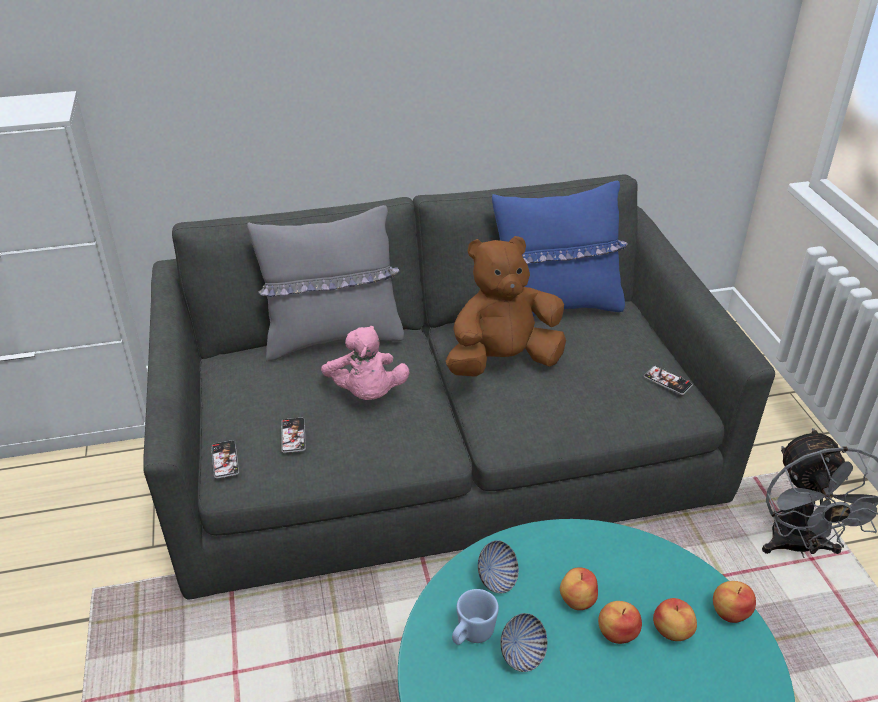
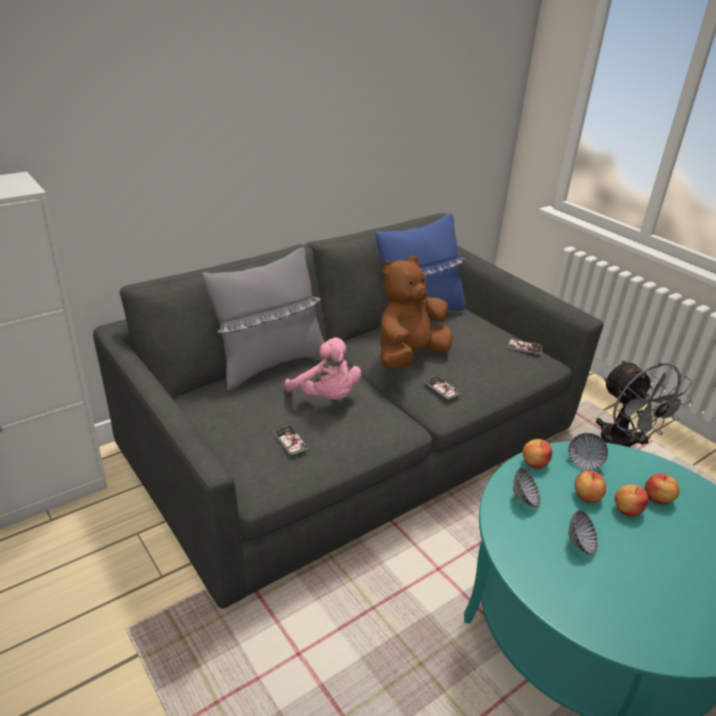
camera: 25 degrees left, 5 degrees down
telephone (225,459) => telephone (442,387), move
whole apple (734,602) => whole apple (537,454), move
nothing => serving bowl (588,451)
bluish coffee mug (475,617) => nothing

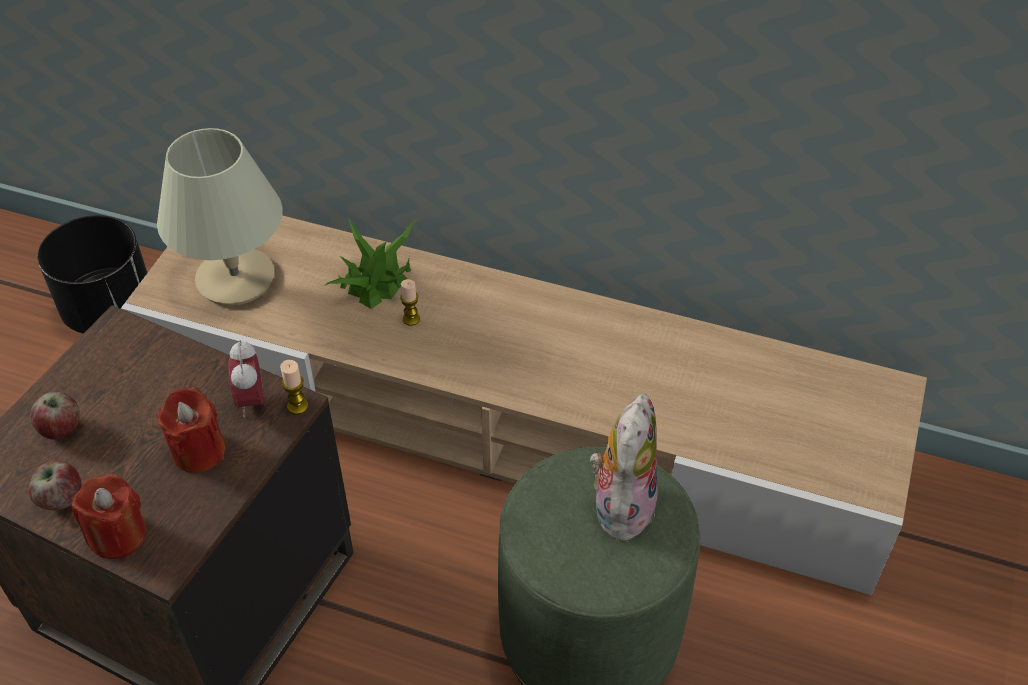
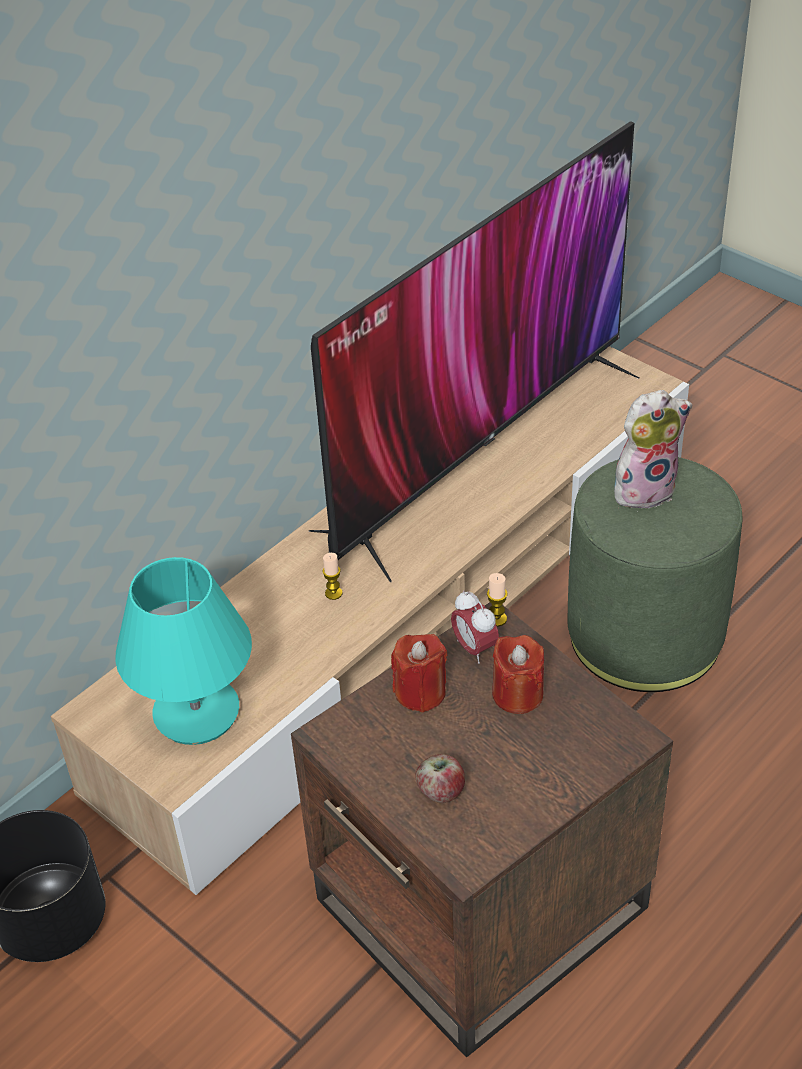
camera: 65 degrees left, 5 degrees down
sand-coloured lamp for a table (220,217) => turquoise lamp for a table (183,651)
nothing => television (474,351)
red candle (109,516) => red candle (419,673), move
alarm clock (245,378) => alarm clock (475,627), 45 degrees clockwise
plush toy (624,468) => plush toy (653,451), 120 degrees clockwise
whole apple (54,485) => nothing
potted plant (371,263) => nothing

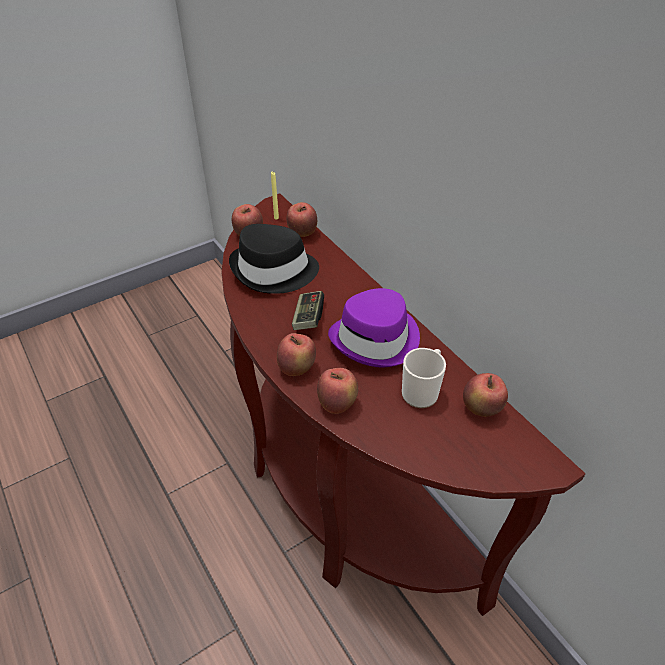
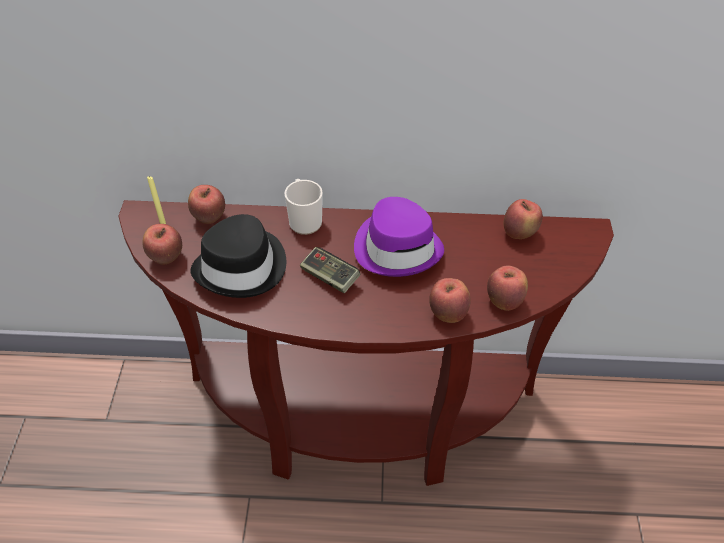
camera: 55 degrees left, 5 degrees up
coffee mug (424,378) => coffee mug (303,207), move
whole apple (296,354) => whole apple (507,288), move

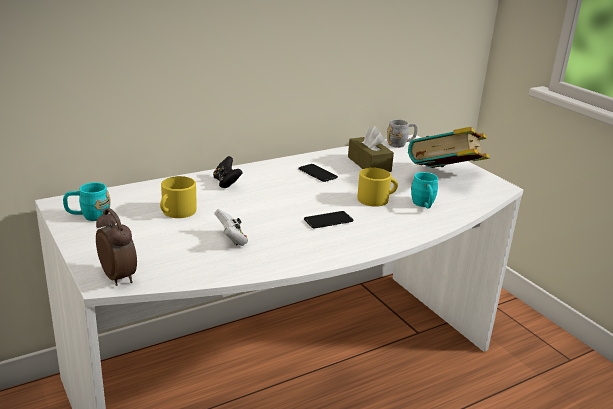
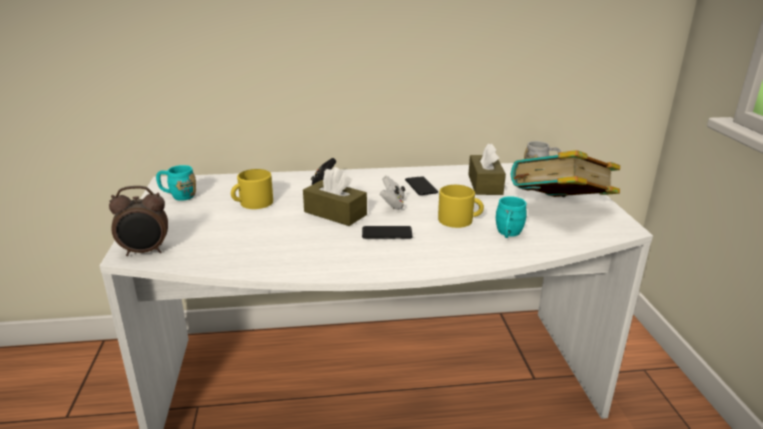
camera: 25 degrees right, 0 degrees up
alarm clock (116,247) => alarm clock (138,221), 90 degrees clockwise
nothing => brown-coloured box of tissues (335,196)
white game controller (231,227) => white game controller (392,193), move

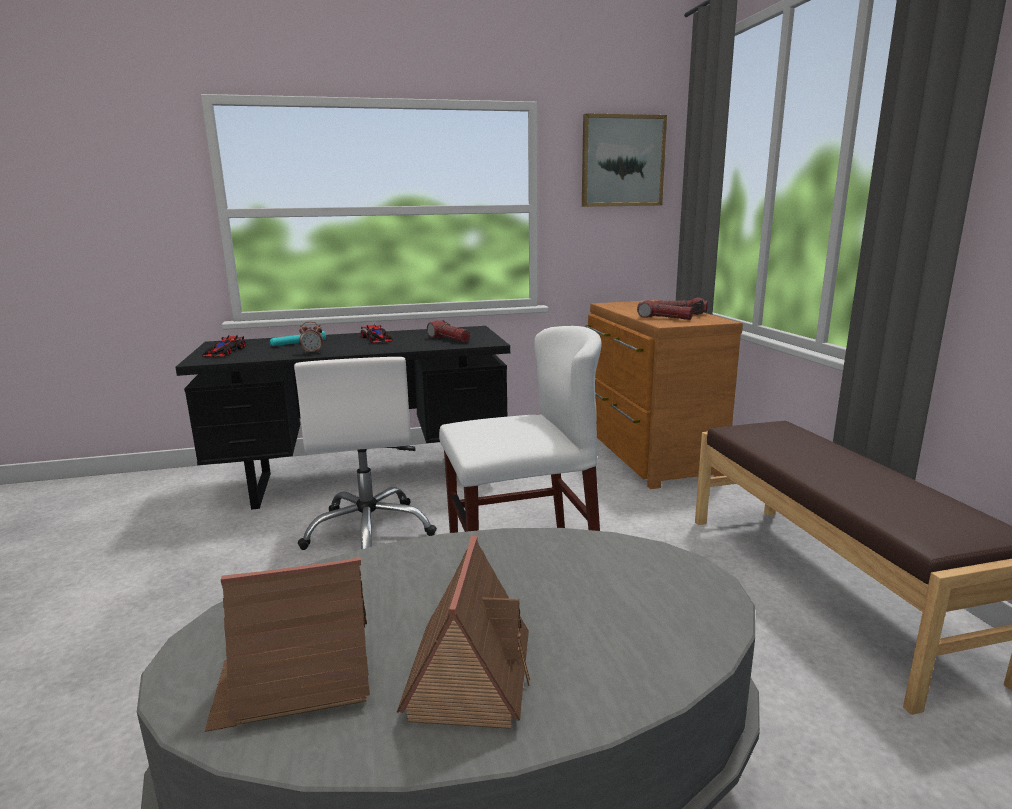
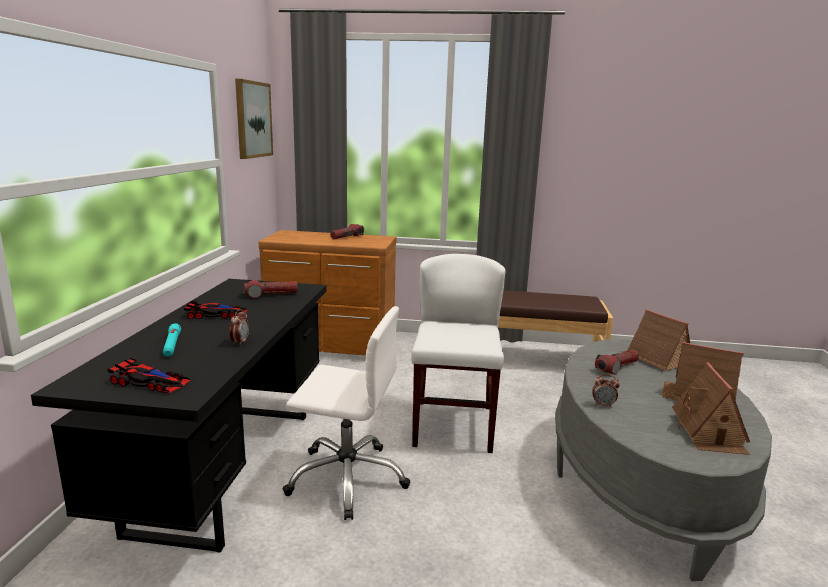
camera: 70 degrees left, 0 degrees up
nothing => alarm clock (606,391)
flashlight (665,310) => flashlight (617,362), move
nothing => toy house (656,340)

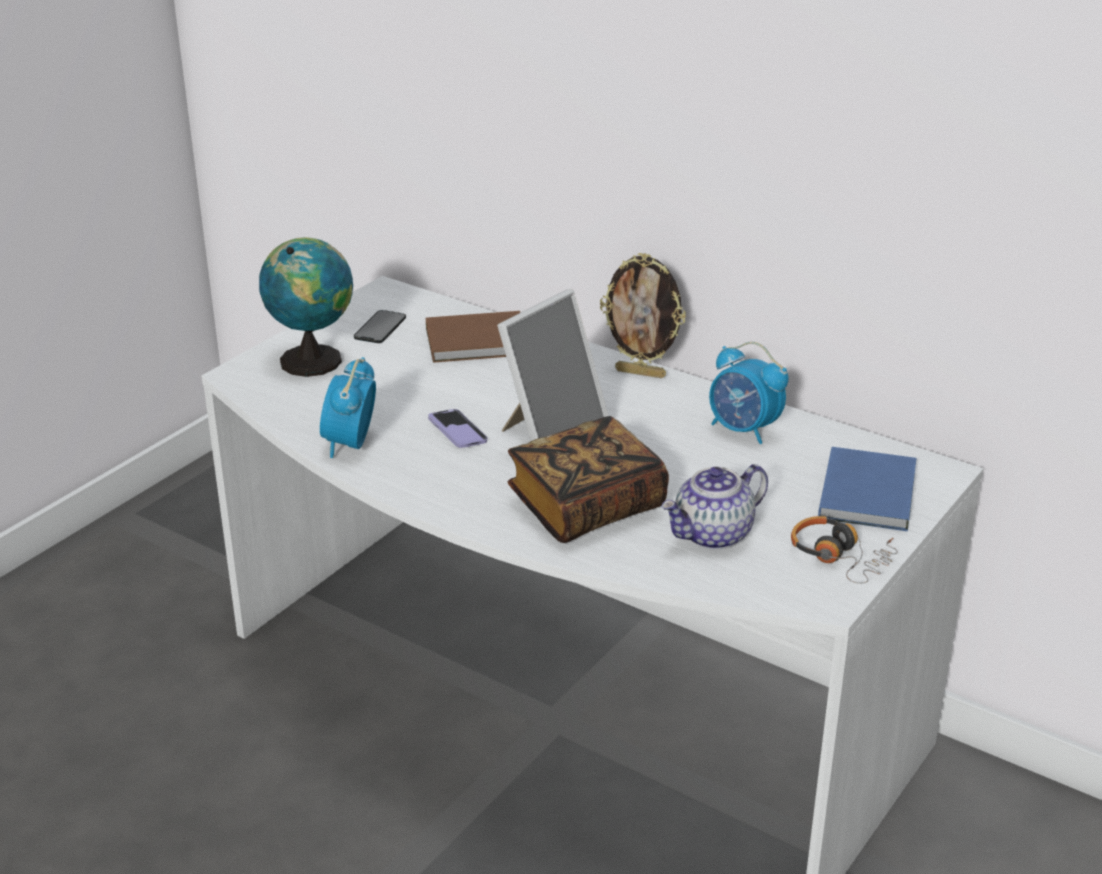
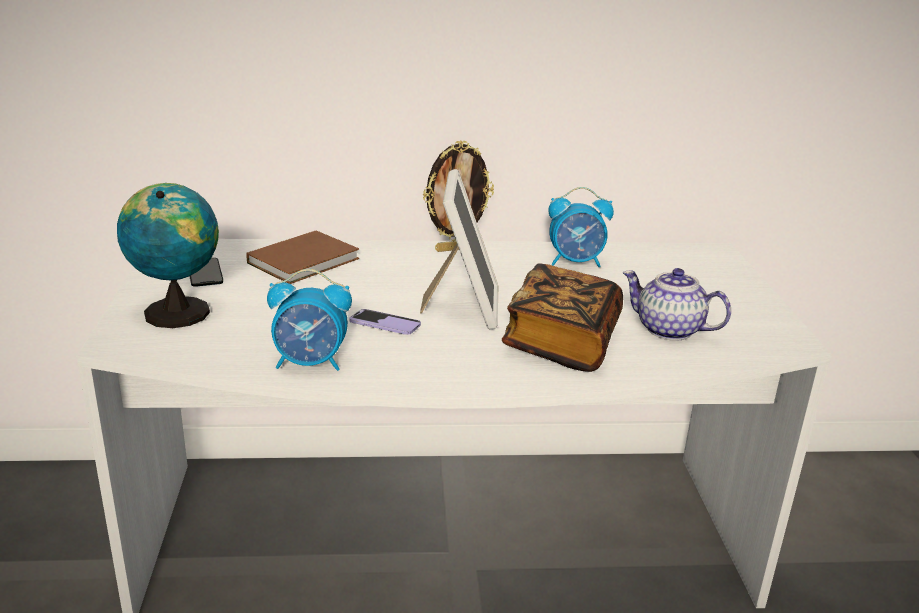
camera: 40 degrees left, 5 degrees down
alarm clock (348,407) => alarm clock (309,320), 60 degrees counterclockwise
tea pot (714,507) => tea pot (676,304), 105 degrees clockwise
headset (844,550) => nothing
bluish bound book (867,489) => nothing

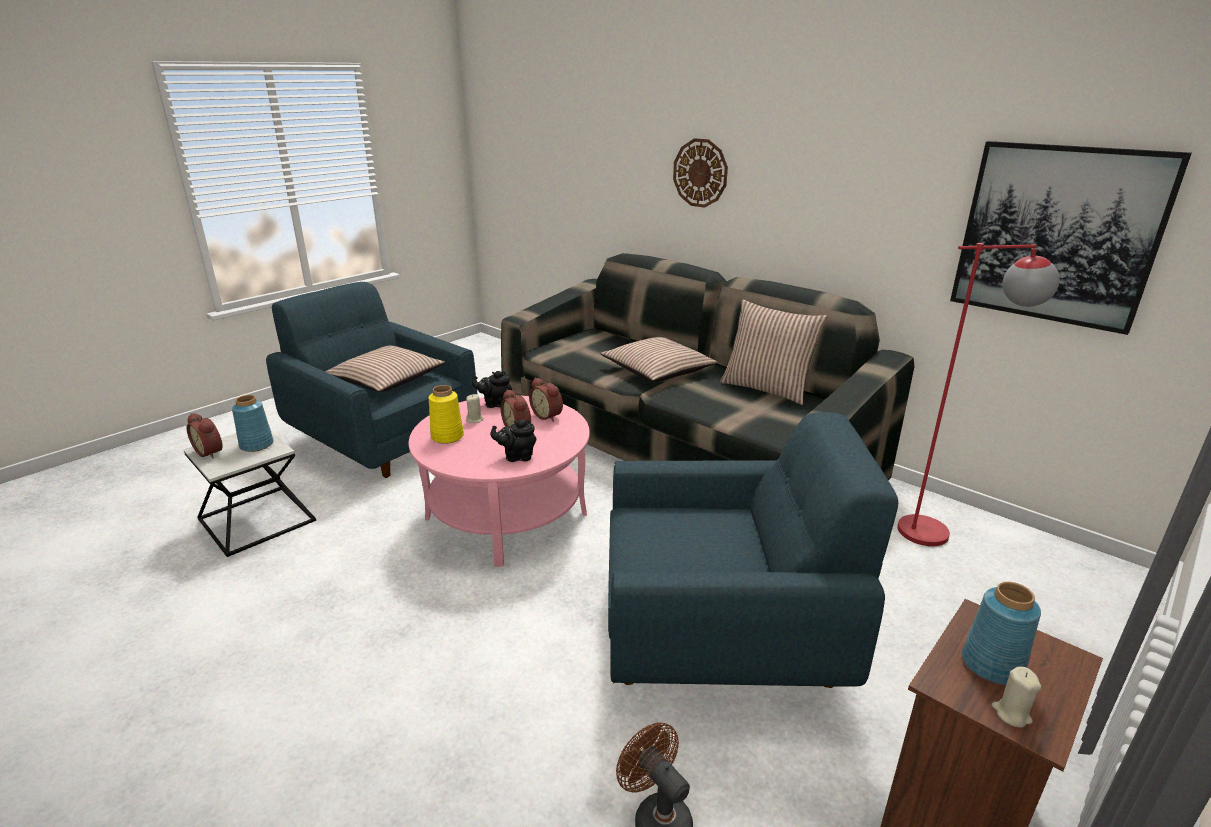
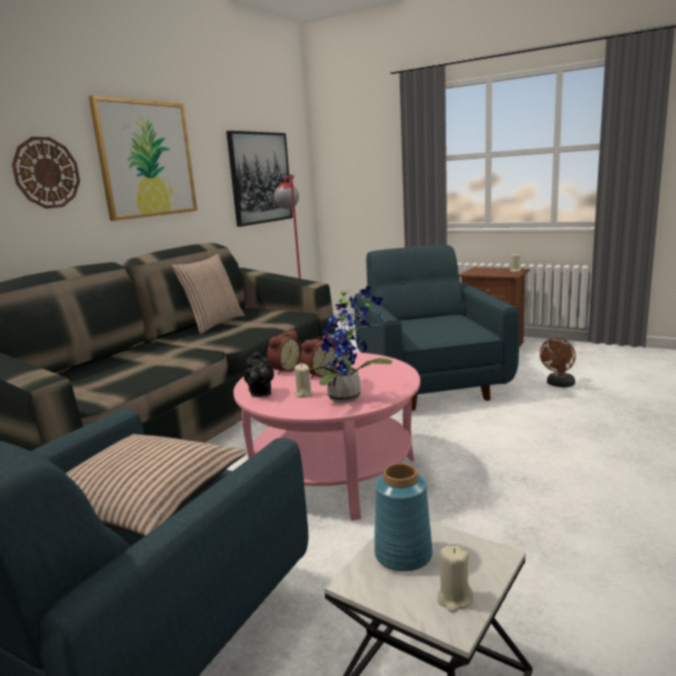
camera: 100 degrees left, 10 degrees down
nothing => wall art (143,158)
yellow-coloured decorative vase (446,414) => potted plant (349,344)
alarm clock (204,435) => sand-coloured candle (455,579)
black tea pot (513,440) => nothing
cushion (659,359) => nothing
bluish decorative vase (1001,633) => nothing

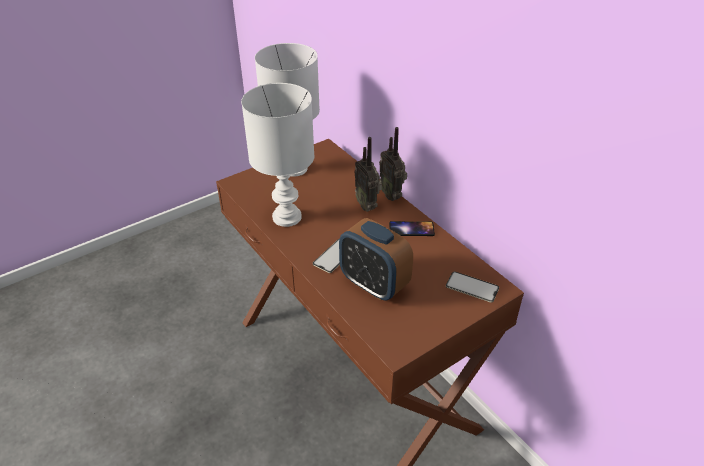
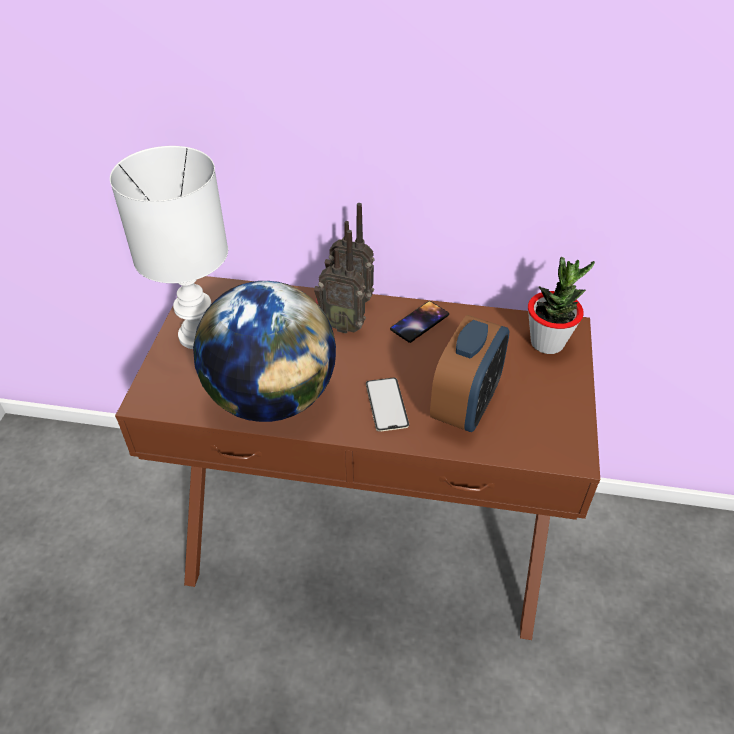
camera: 45 degrees left, 5 degrees up
white lamp for a table (277,155) => desk globe (264,351)
alarm clock (376,259) => alarm clock (469,373), 60 degrees counterclockwise
telephone (472,286) => potted plant (561,305)

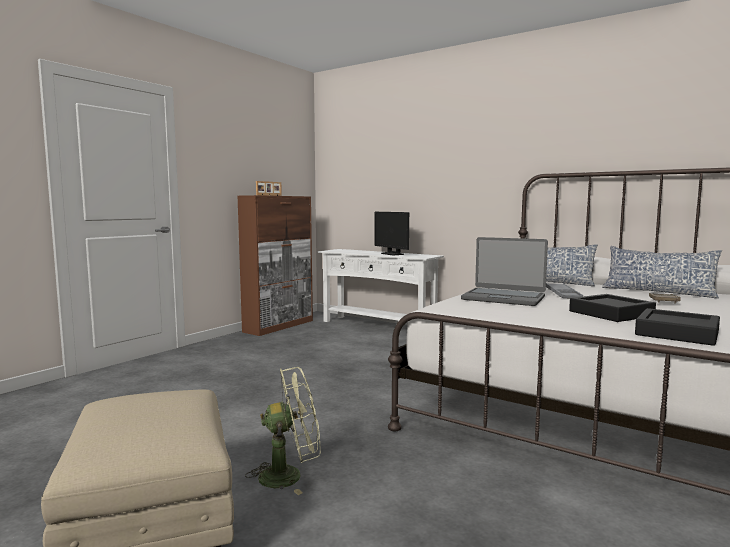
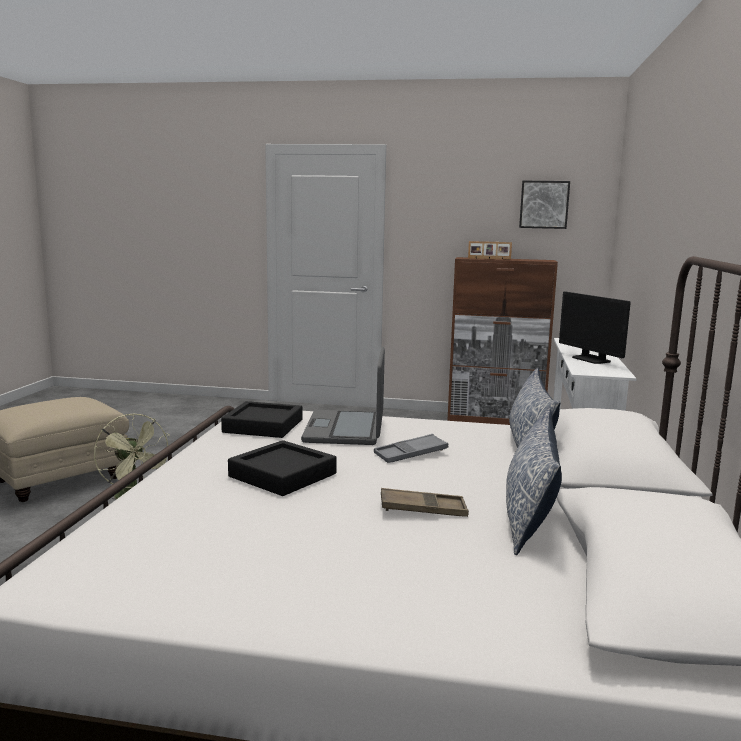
camera: 65 degrees right, 5 degrees up
black carrying tray (677,327) => black carrying tray (261,419), move
nothing => wall art (544,205)
monitor (391,233) => monitor (595,328), 60 degrees counterclockwise

